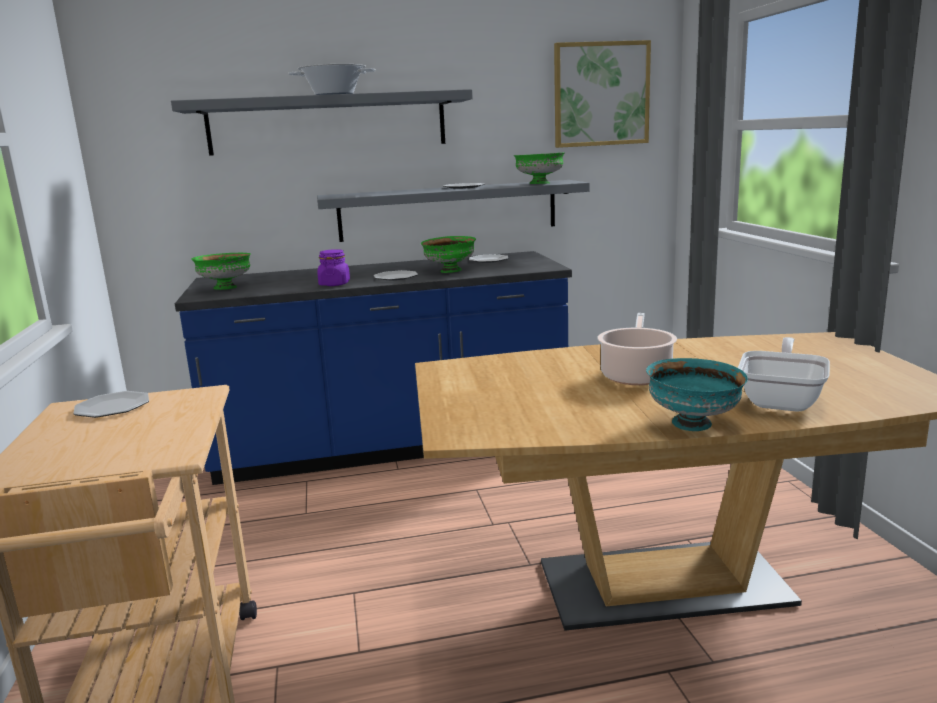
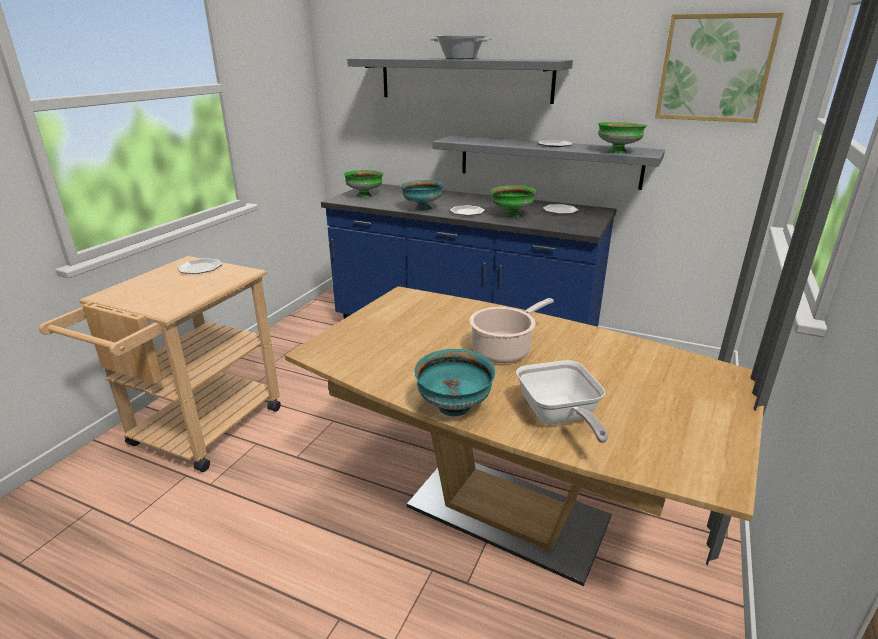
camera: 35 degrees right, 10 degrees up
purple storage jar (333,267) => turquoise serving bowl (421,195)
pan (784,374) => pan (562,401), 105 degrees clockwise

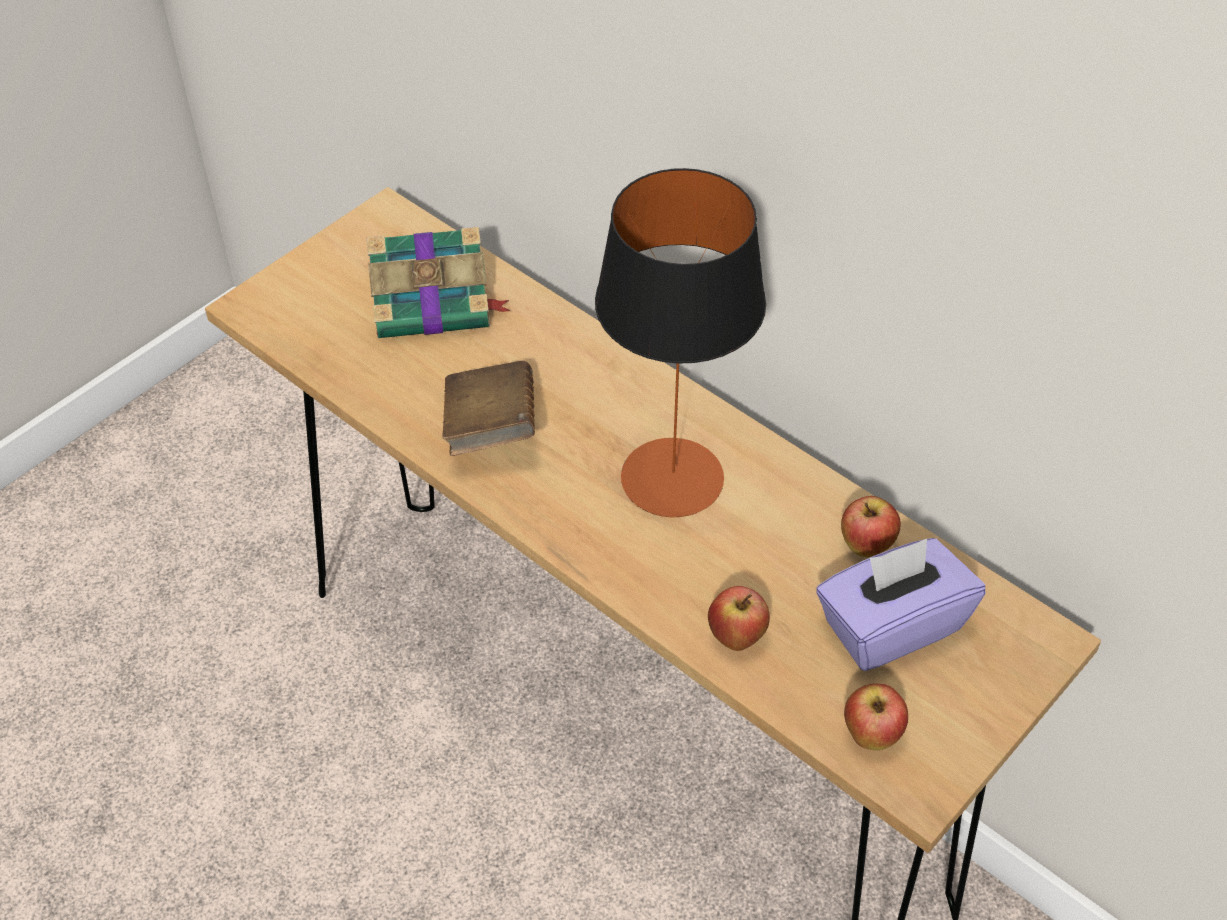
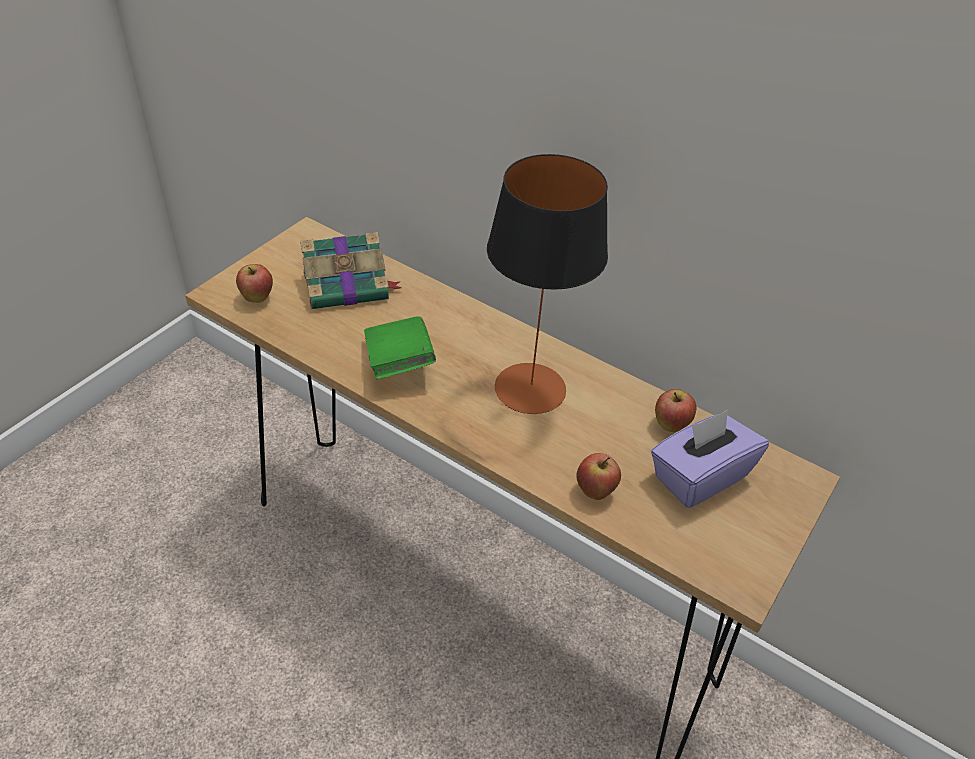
camera: 10 degrees left, 5 degrees down
whole apple (876,717) => whole apple (254,283), move
brown-coloured bound book (488,408) => green bound book (400,347)

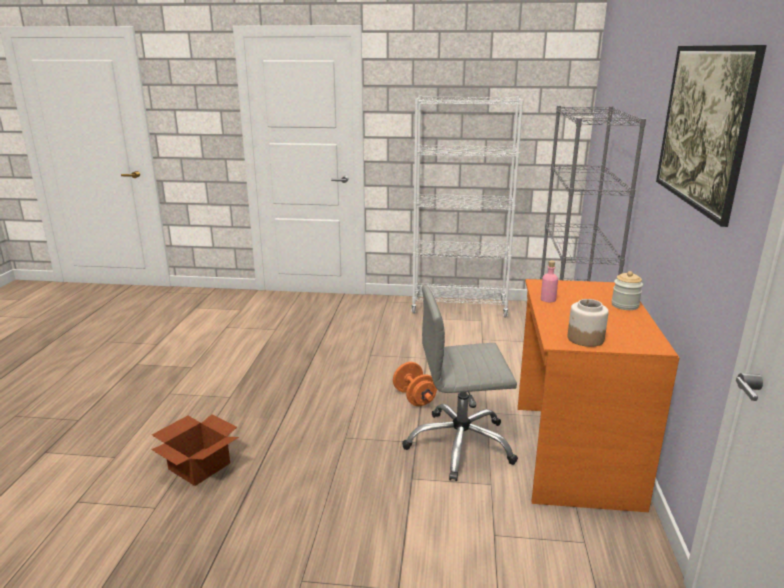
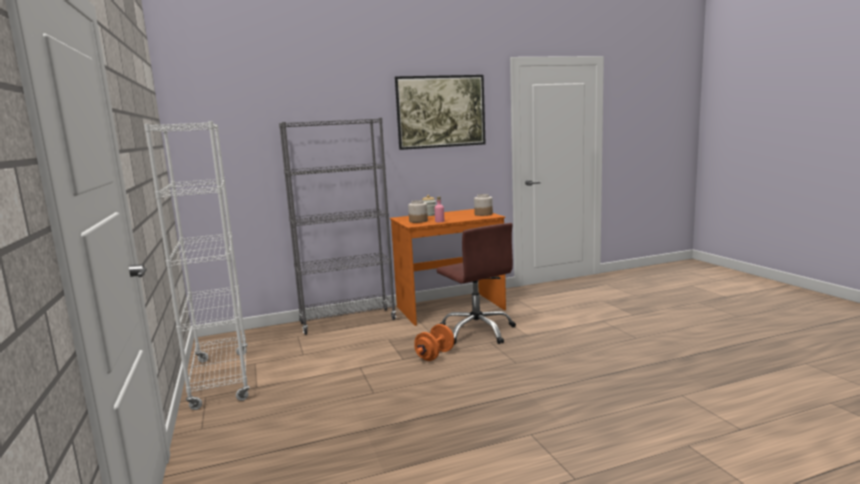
camera: 115 degrees left, 10 degrees down
nothing => storage jar (418,211)
grey desk chair (460,383) => brown-coloured desk chair (476,284)
cardboard box (195,450) => nothing

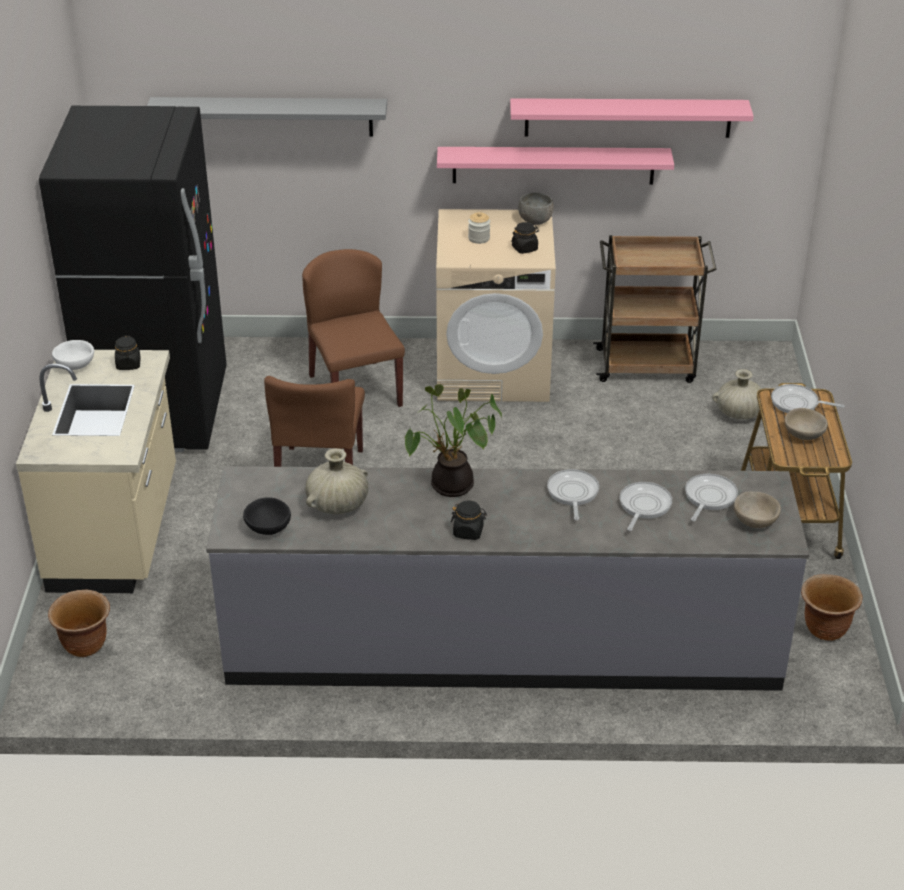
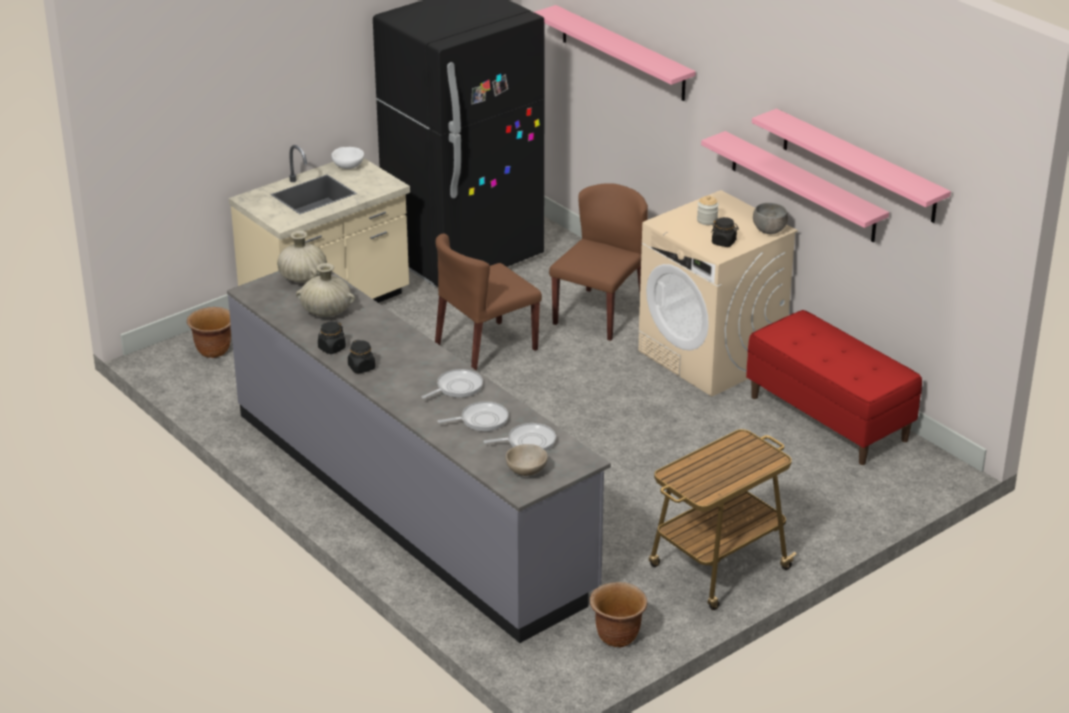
camera: 50 degrees right, 5 degrees down
sand-coloured decorative vase (737,394) => sand-coloured decorative vase (302,256), move
black storage jar (128,352) => black storage jar (332,337), move
grey wall shelf (267,117) => pinkish wall shelf (615,53)
brown-coloured wheeled cart (655,309) => red indoor bench (834,387)
black serving bowl (267,516) => nothing
potted plant (453,440) => nothing
pan (807,398) => nothing
sand-coloured serving bowl (806,424) => nothing

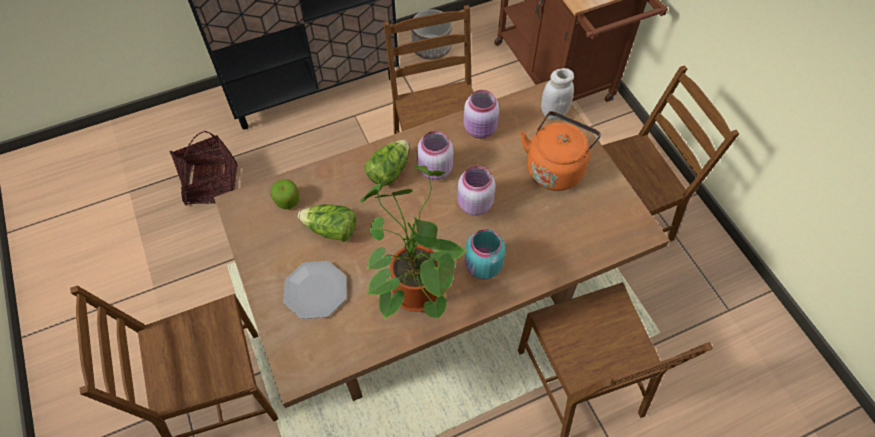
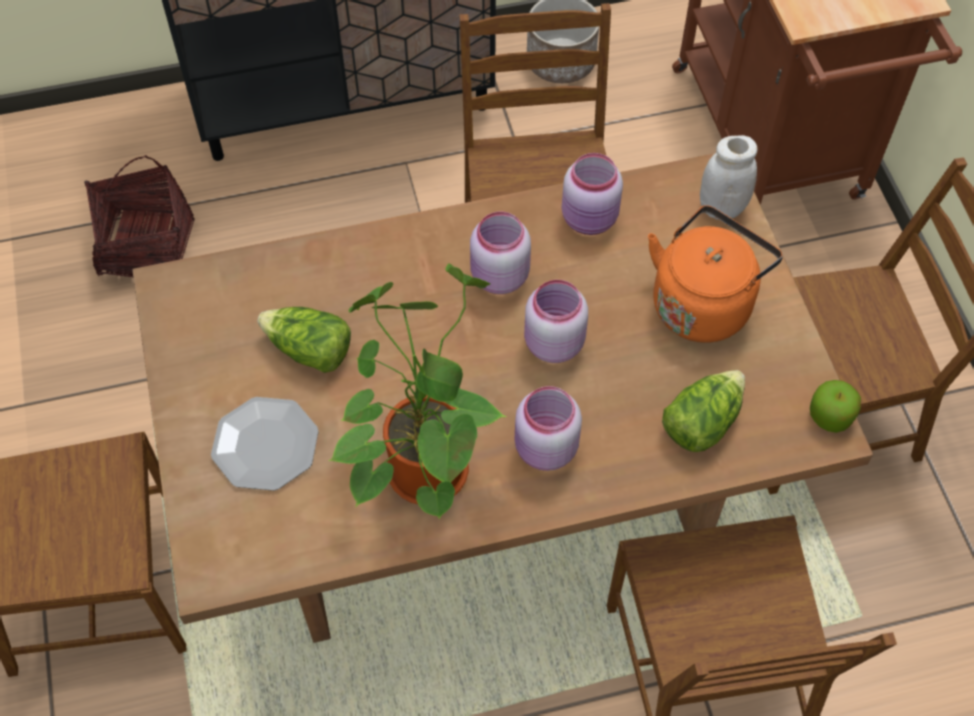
camera: 10 degrees right, 0 degrees up
turquoise storage jar (485,254) => pinkish storage jar (548,428)
head of lettuce (387,162) => head of lettuce (703,411), move
whole apple (285,194) => whole apple (835,406), move

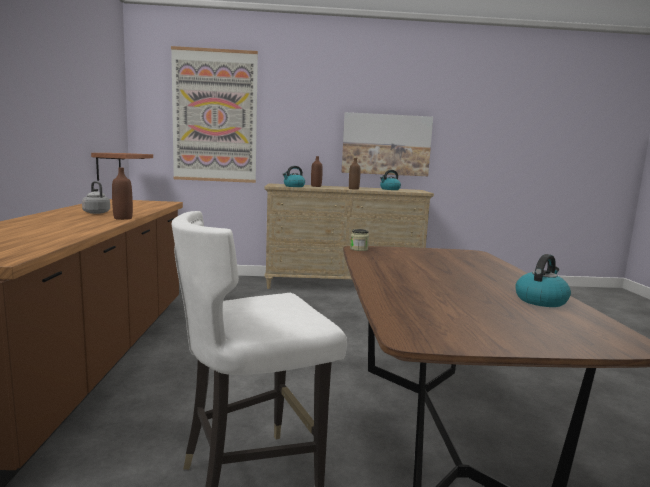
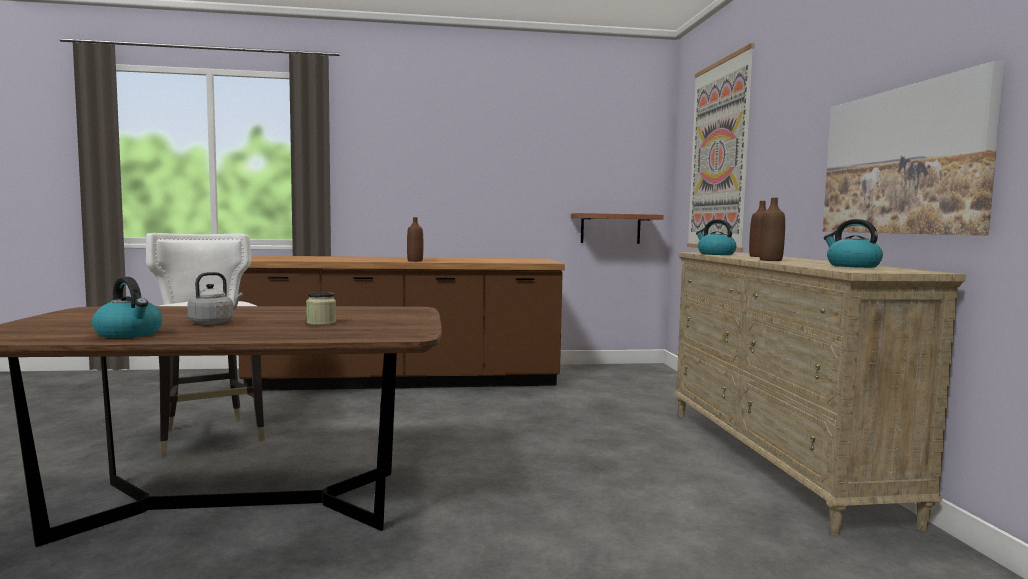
camera: 85 degrees right, 5 degrees down
grey tea kettle (96,197) => grey tea kettle (215,298), move
storage jar (359,240) => storage jar (321,308), move

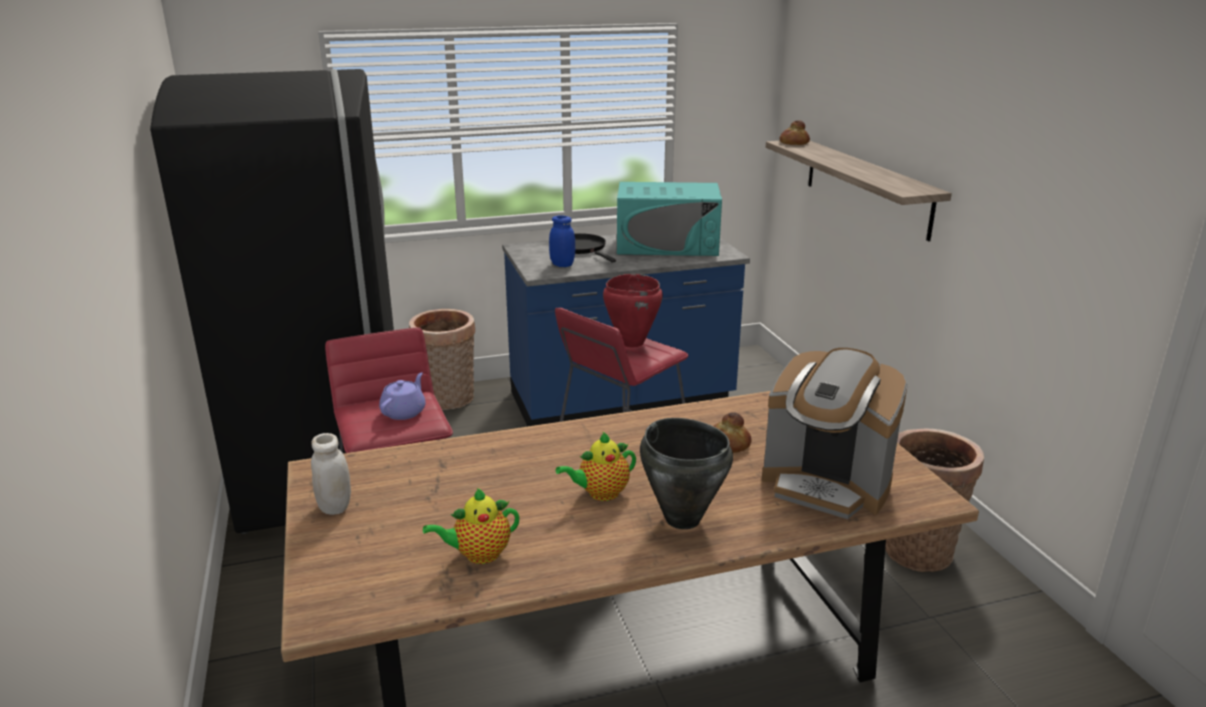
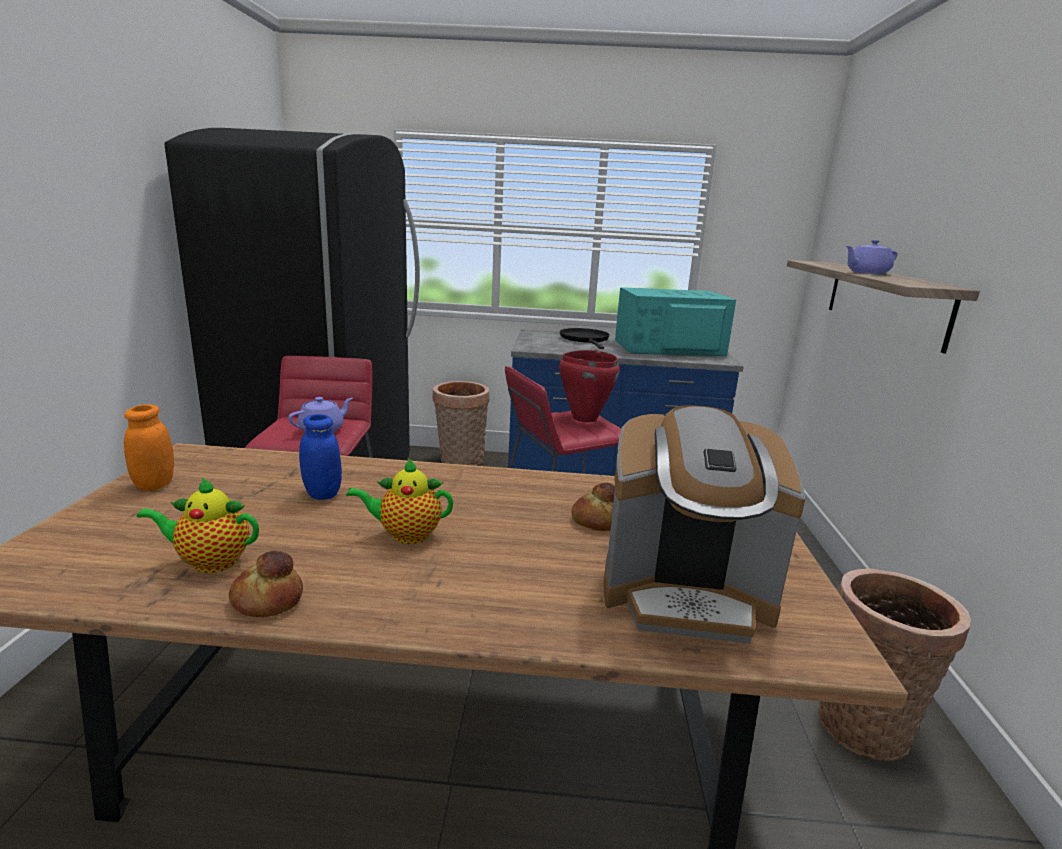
camera: 20 degrees right, 5 degrees down
white storage jar (331,474) => orange-coloured storage jar (149,447)
baked bread (794,132) => baked bread (266,584), move
bluish storage jar (562,241) => bluish storage jar (320,457), move
coffee maker (835,433) => coffee maker (705,524), 45 degrees counterclockwise
turquoise kitchen microwave (669,219) => turquoise kitchen microwave (675,321), 150 degrees clockwise
nothing => purple tea pot (871,257)
black saucepot (686,473) => nothing

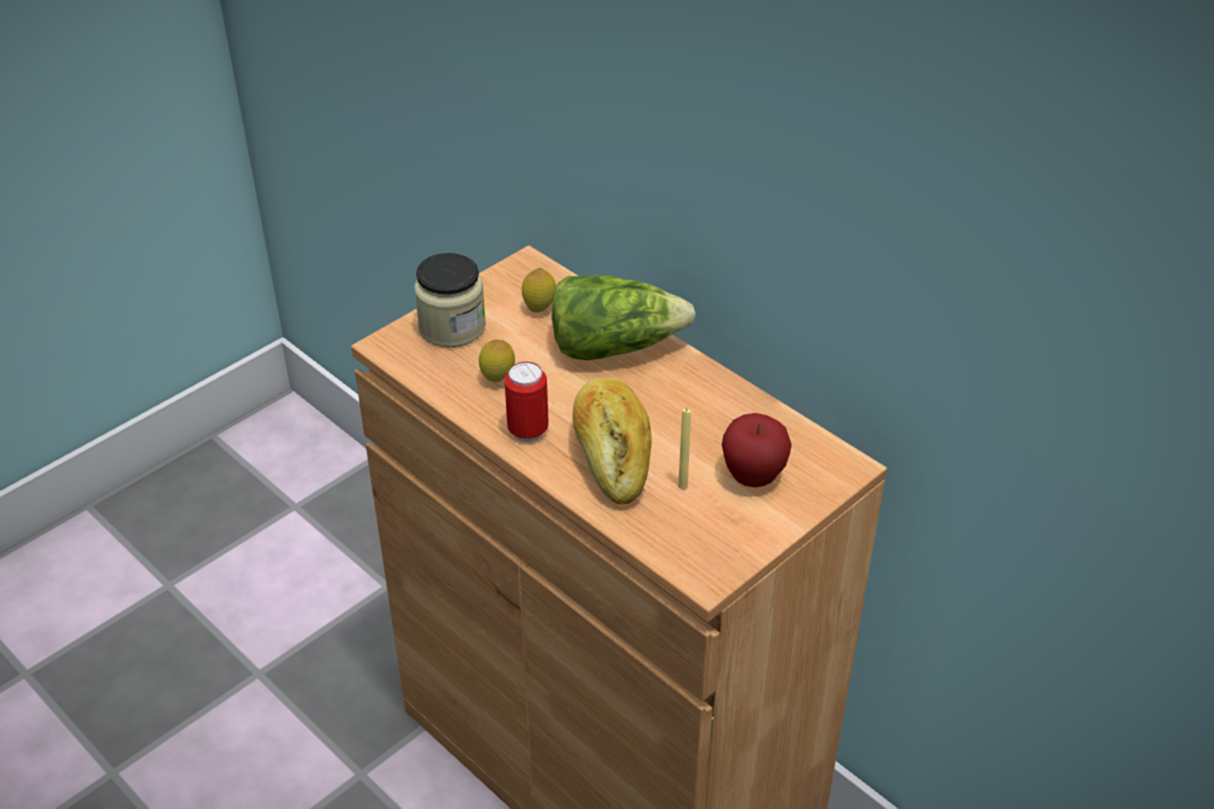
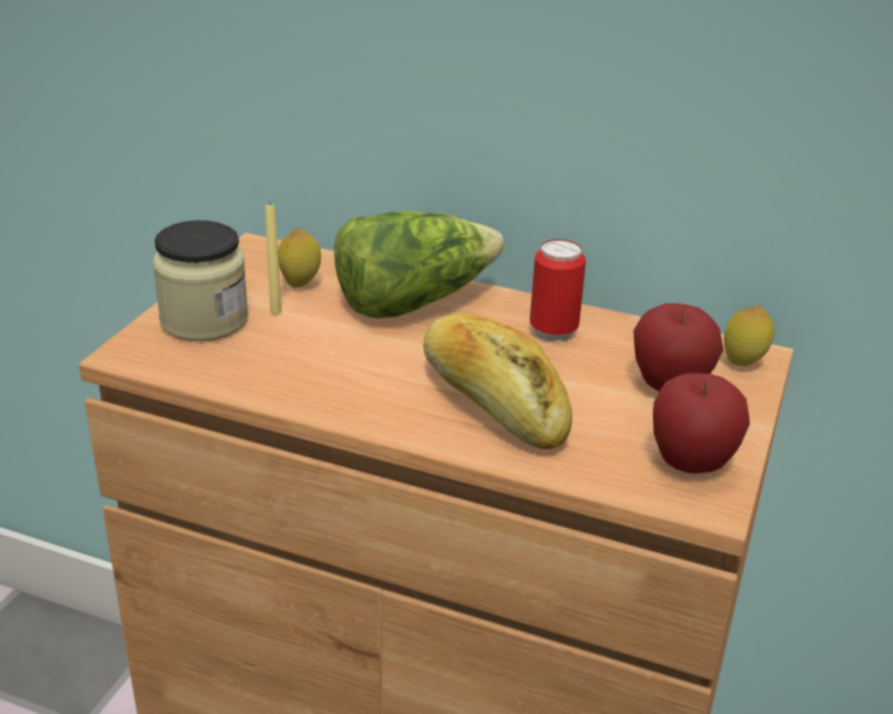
camera: 25 degrees left, 10 degrees down
yellow-coloured candle (684,448) => yellow-coloured candle (273,258), move
metal can (526,402) => metal can (558,290), move
nothing => whole apple (701,423)
whole lemon (497,361) => whole lemon (749,336), move

